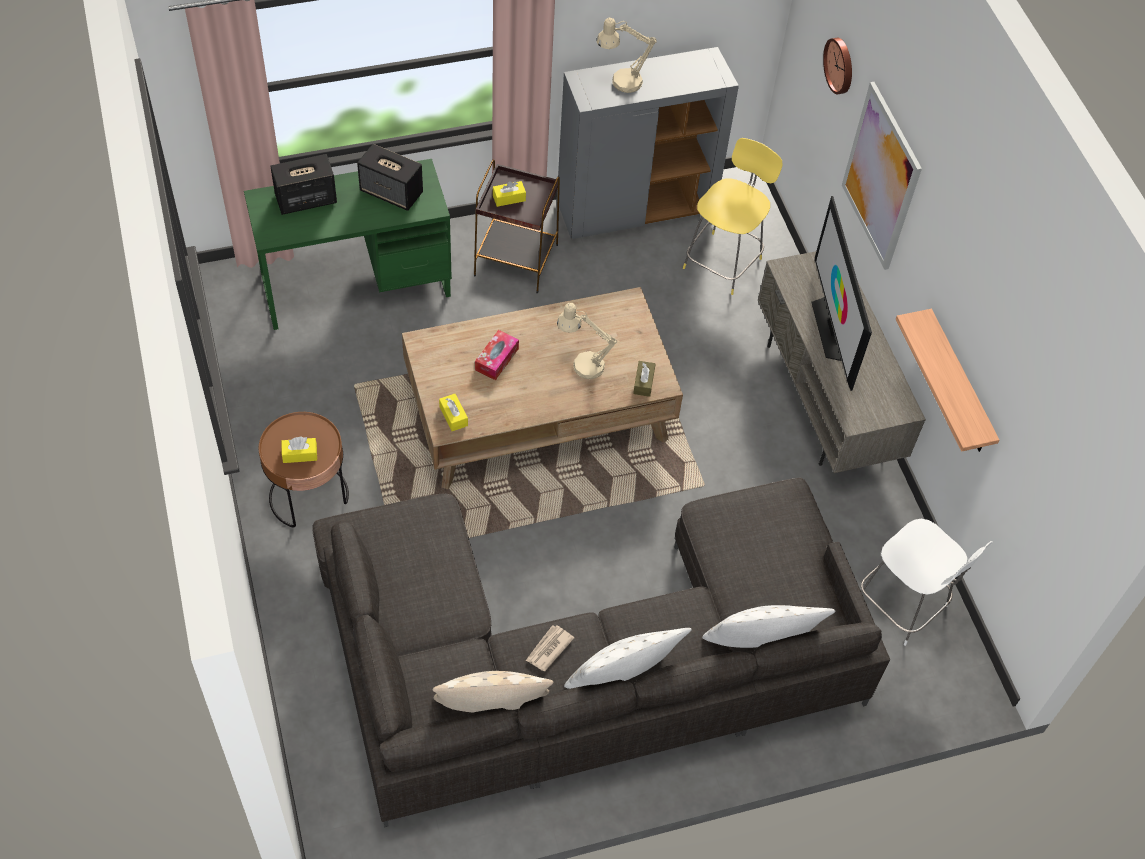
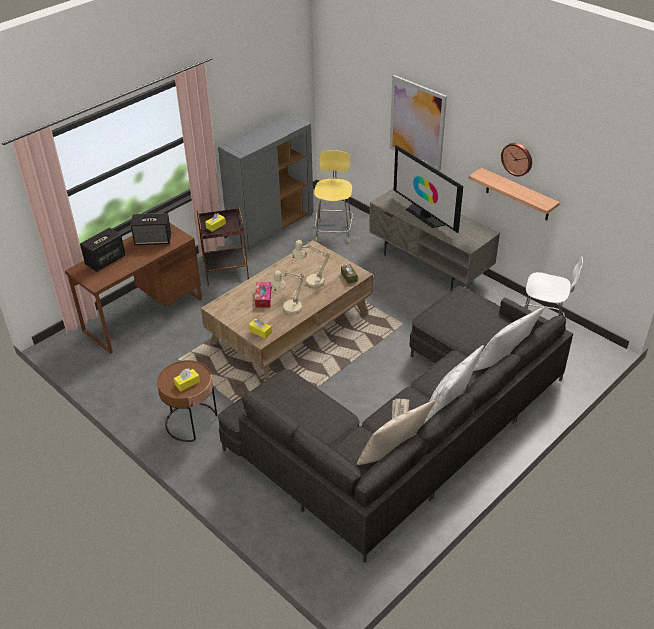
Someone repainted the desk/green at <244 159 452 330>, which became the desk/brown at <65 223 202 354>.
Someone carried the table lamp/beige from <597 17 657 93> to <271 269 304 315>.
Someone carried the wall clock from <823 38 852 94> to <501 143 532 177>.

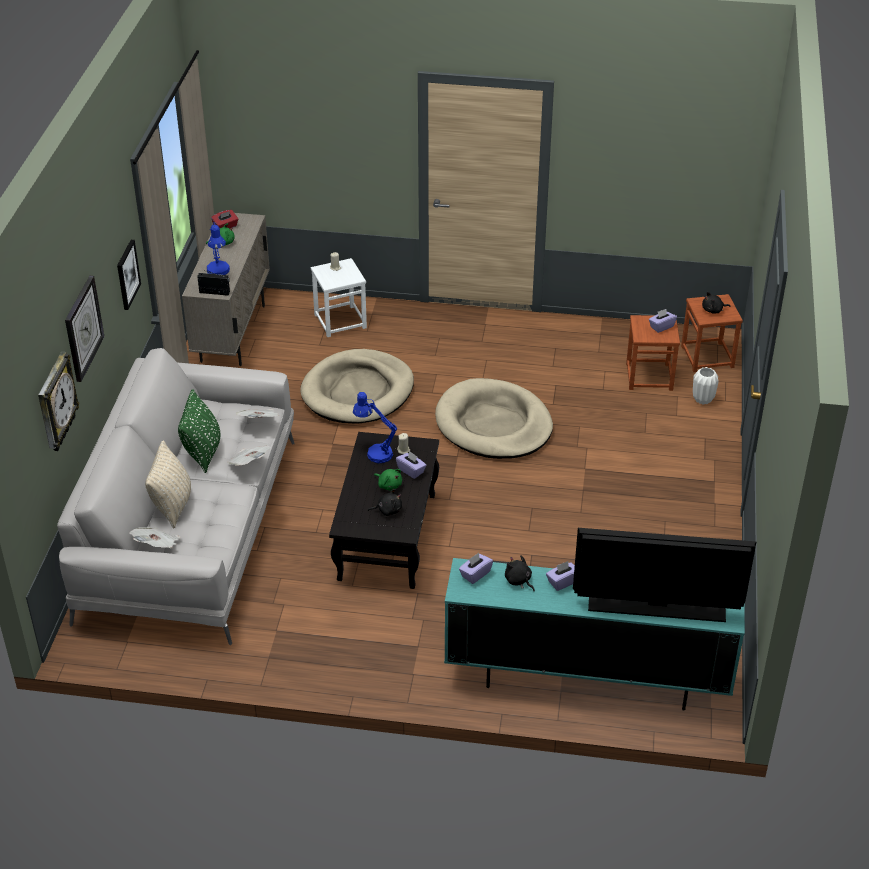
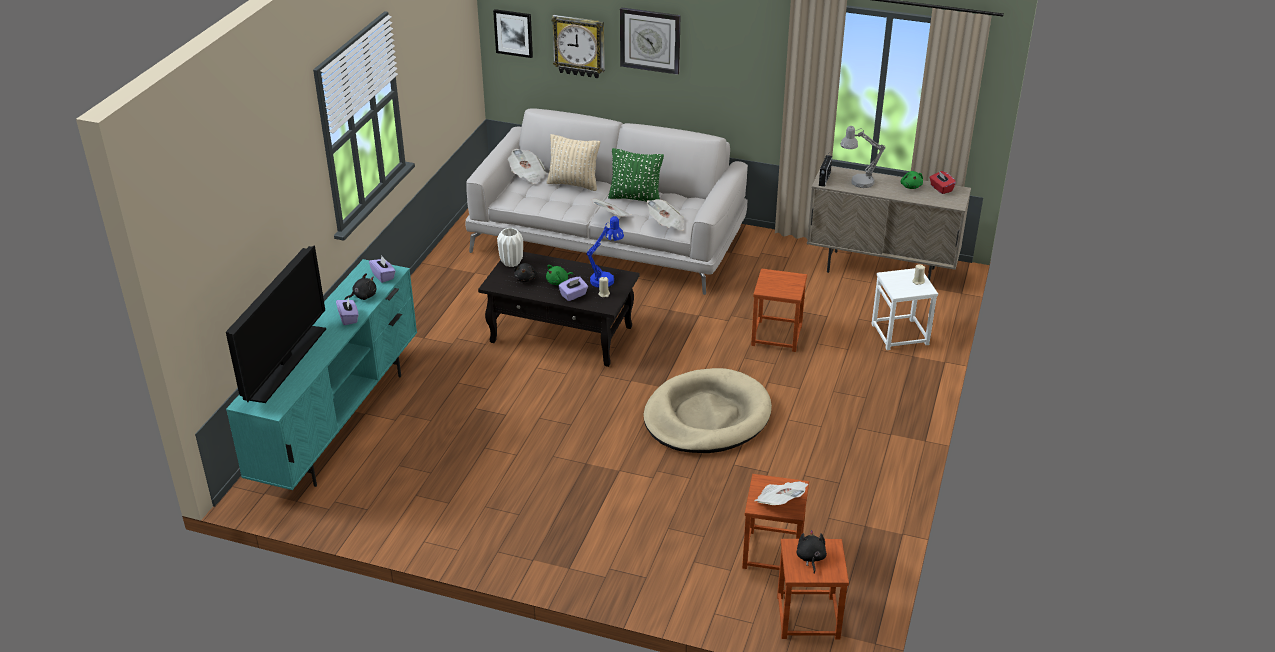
Someone carried the picture from <117 240 141 310> to <493 9 533 58>.
Someone carried the vase/white from <693 367 719 405> to <497 228 523 267>.
Someone swapped the dog bed/beige at <300 349 414 424> for the stool/brown at <751 268 807 352>.
Someone swapped the tissue box/purple at <649 309 677 333> for the newspaper at <754 481 808 505>.
Someone repainted the table lamp/blue at <207 222 230 275>, which became the table lamp/grey at <840 126 886 188>.

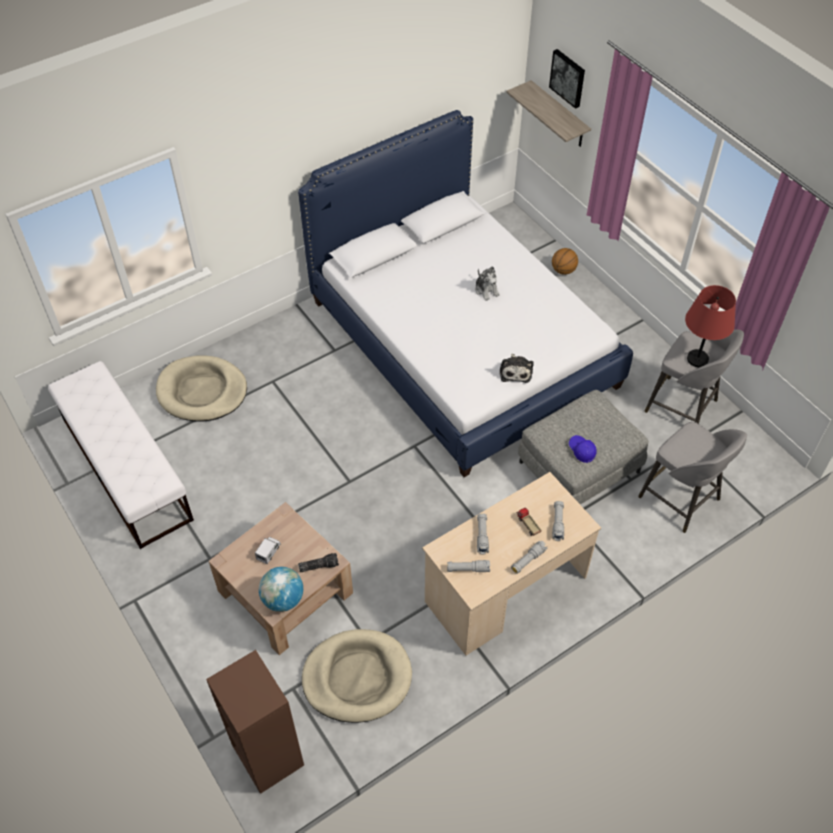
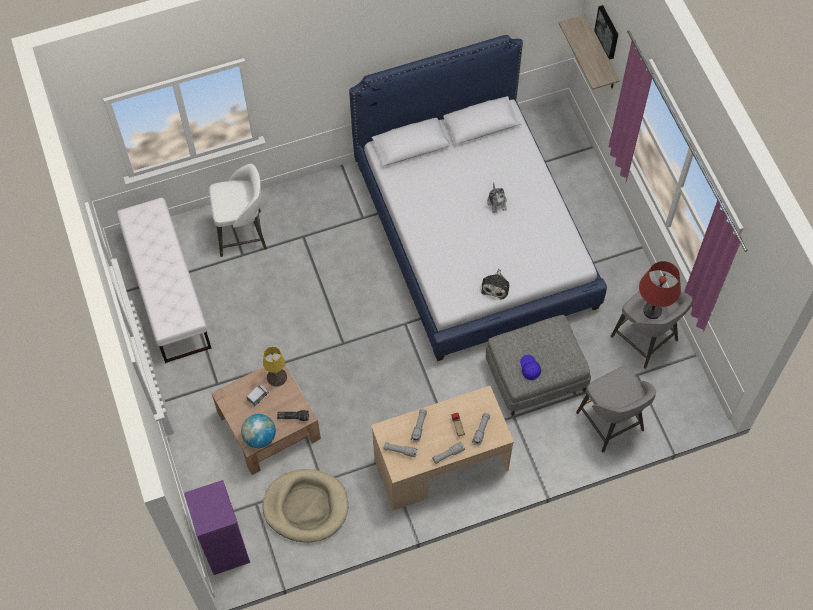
Someone repainted the bookcase/brown at <206 650 304 794>, which became the bookcase/purple at <184 480 250 575>.
Someone swapped the dog bed/beige at <156 355 247 422> for the stool/white at <209 164 267 257>.
Someone put down the table lamp/yellow at <263 347 287 387>.
Someone took away the basketball at <552 248 578 275>.

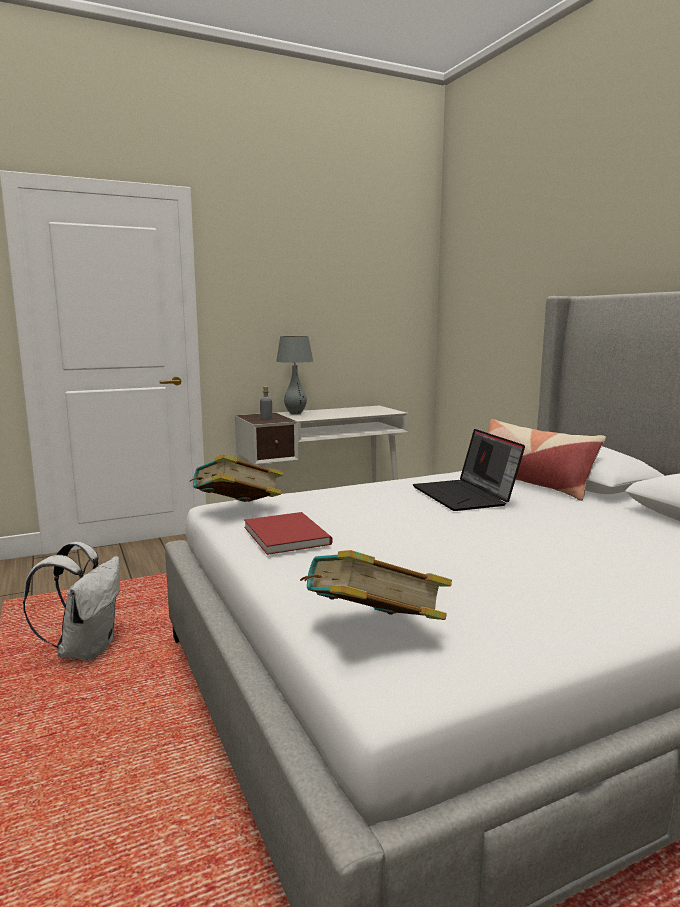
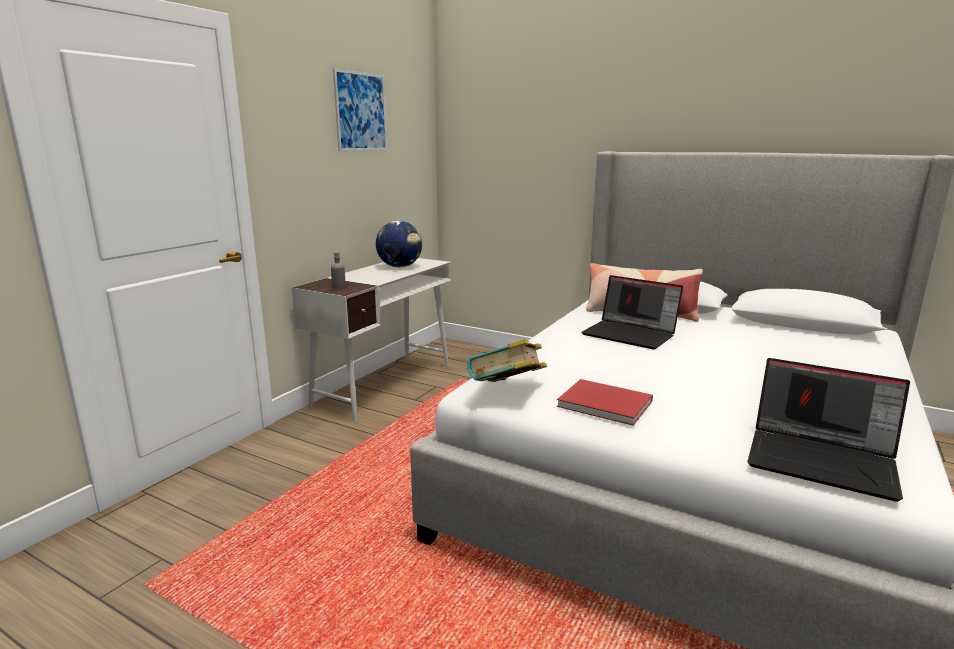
Someone put up the picture at <333 68 387 151>.
Someone put down the globe at <376 221 422 268>.
Someone swapped the book at <300 550 452 620> for the laptop at <748 358 910 502>.
Someone took away the backpack/white at <23 542 120 661>.
Someone took away the table lamp/grey at <276 336 313 415>.

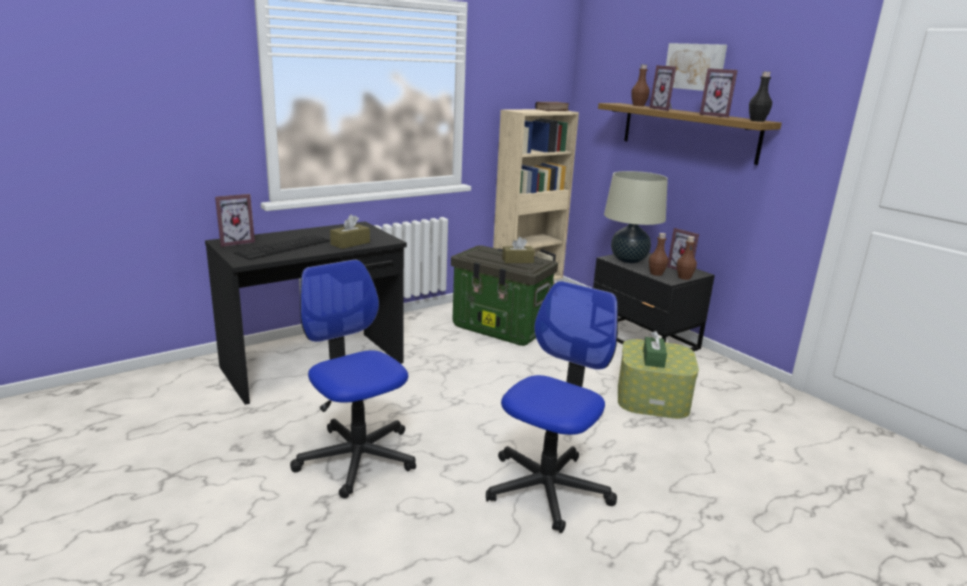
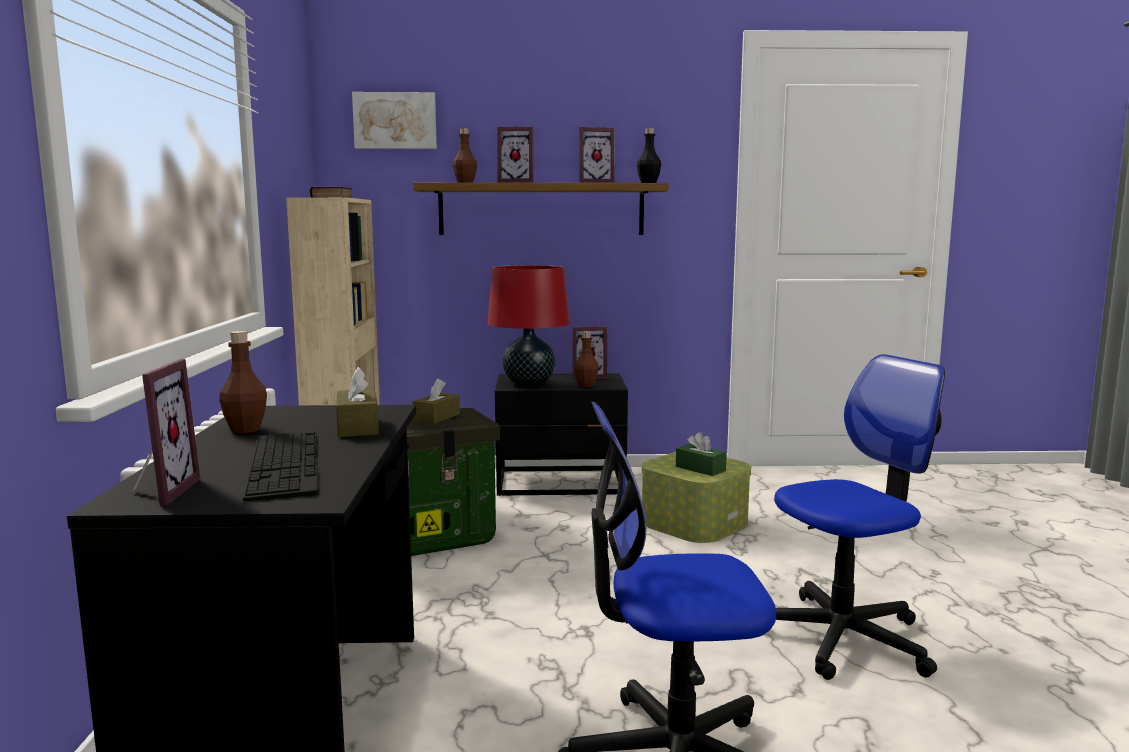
Someone carried the bottle/brown from <677 236 697 280> to <219 331 267 433>.
Someone carried the picture from <666 43 727 91> to <352 92 437 149>.
Someone repainted the table lamp/beige at <604 171 668 264>, which became the table lamp/red at <488 265 569 387>.
Someone rotated the office chair at <486 281 618 533> by 90 degrees clockwise.

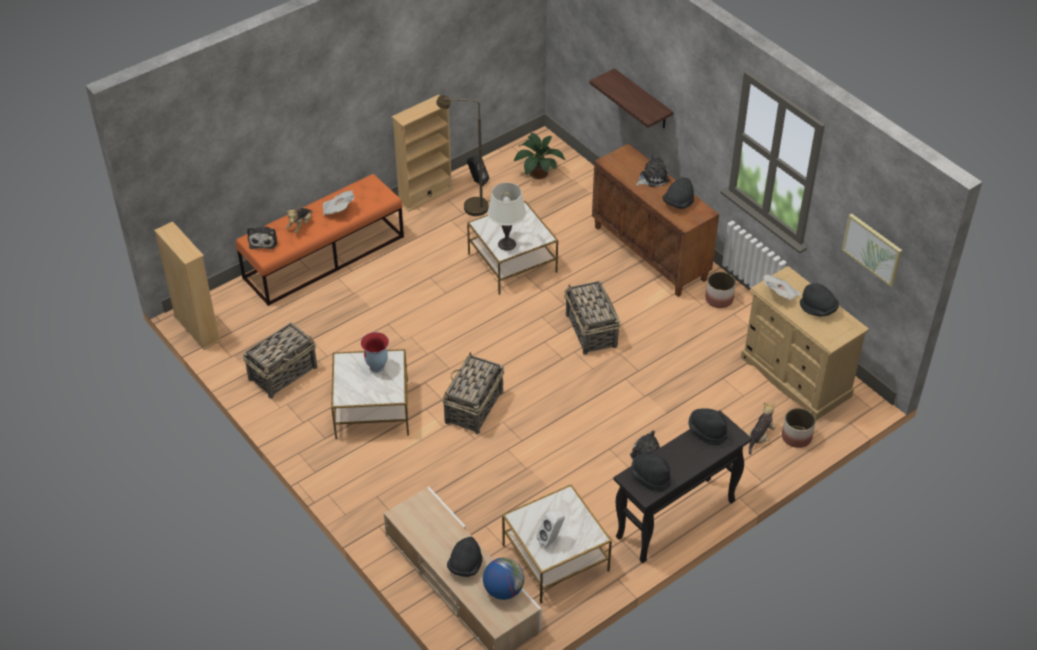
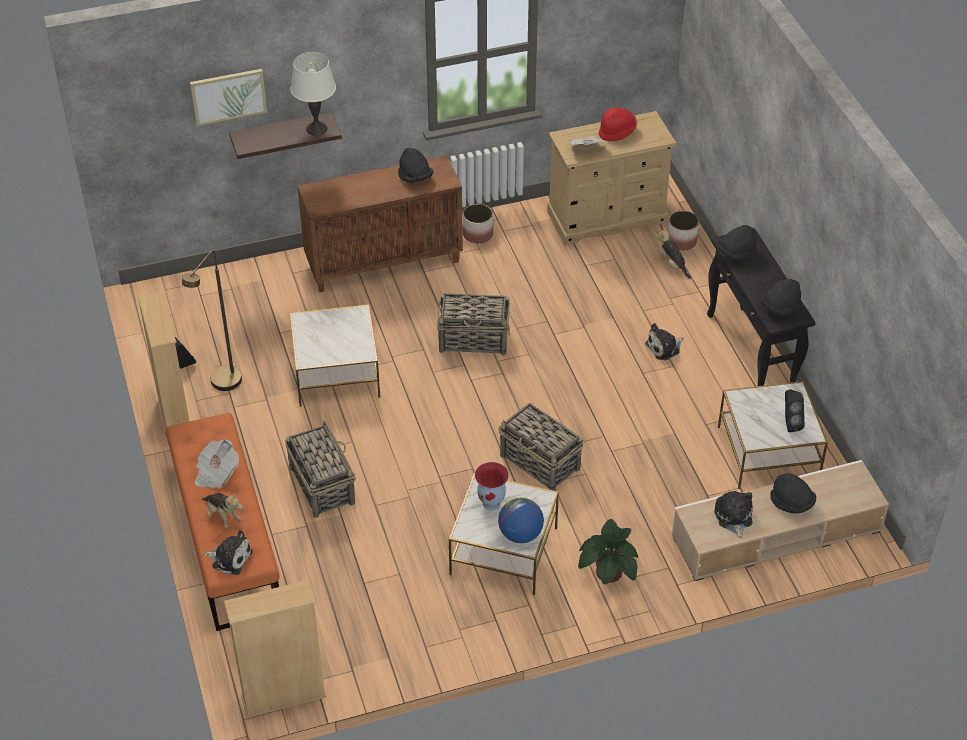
Someone carried the picture from <842 213 902 287> to <190 69 267 126>.
Someone carried the basket from <243 322 317 398> to <285 421 356 518>.
Someone carried the table lamp/white from <488 183 526 251> to <290 52 336 136>.
Someone carried the globe from <483 558 524 600> to <498 498 544 543>.
Someone carried the potted plant from <514 133 565 179> to <578 519 638 584>.
Someone repainted the hat/black at <800 283 839 317>, which became the hat/red at <599 107 637 141>.
Someone carried the plush toy from <635 154 670 187> to <714 491 753 539>.
Someone repainted the speaker/white at <536 511 565 548>, which became the speaker/black at <785 389 805 432>.

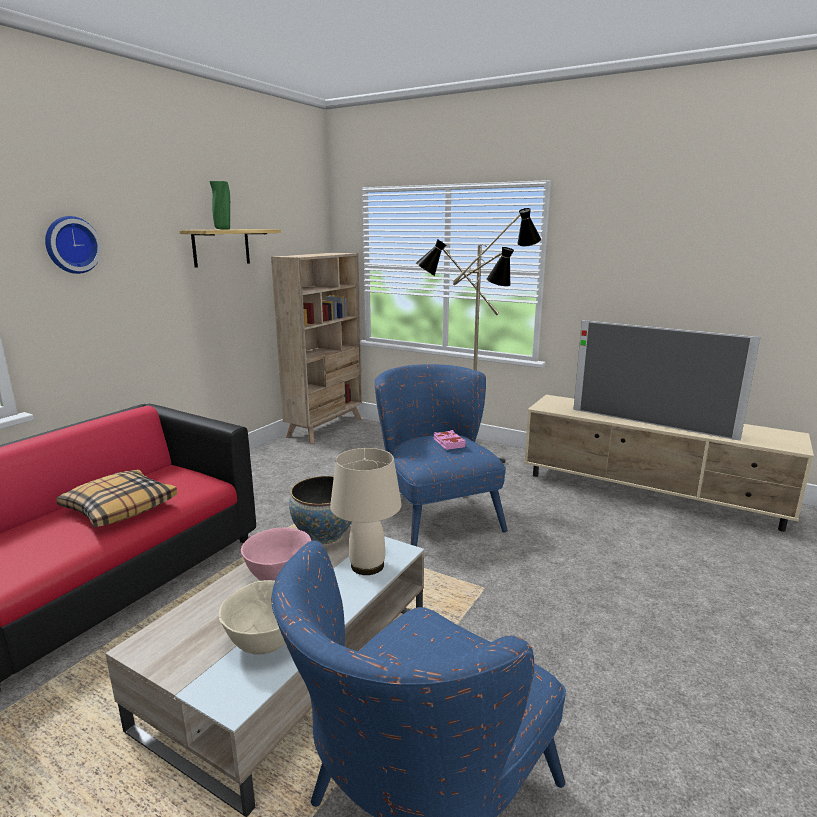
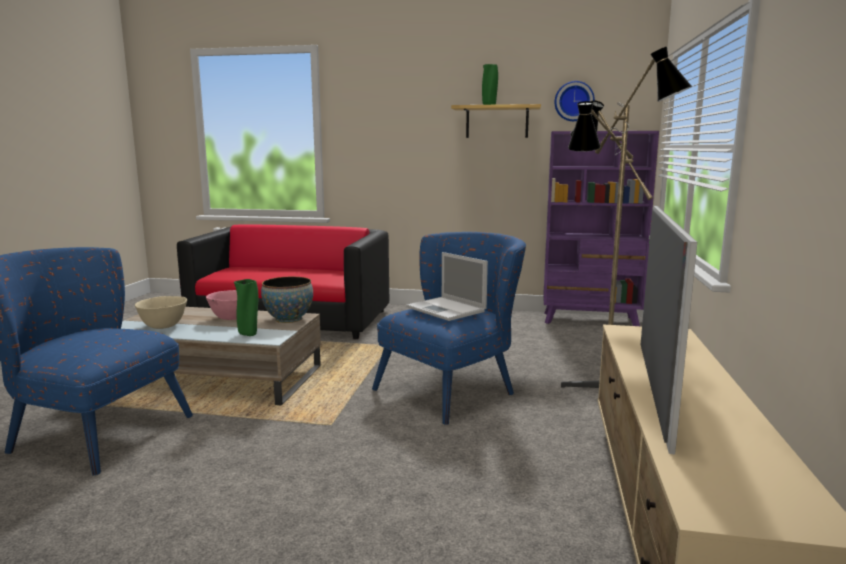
Someone swapped the table lamp/beige at <330 448 402 575> for the vase/green at <234 279 259 336>.
Someone swapped the book/pink at <434 430 466 450> for the laptop at <406 252 488 321>.
Someone repainted the bookcase/beige at <271 253 362 444>, which became the bookcase/purple at <543 131 659 326>.
Someone carried the wall clock from <45 216 102 274> to <554 81 595 121>.
Someone took away the pillow at <56 469 177 527>.

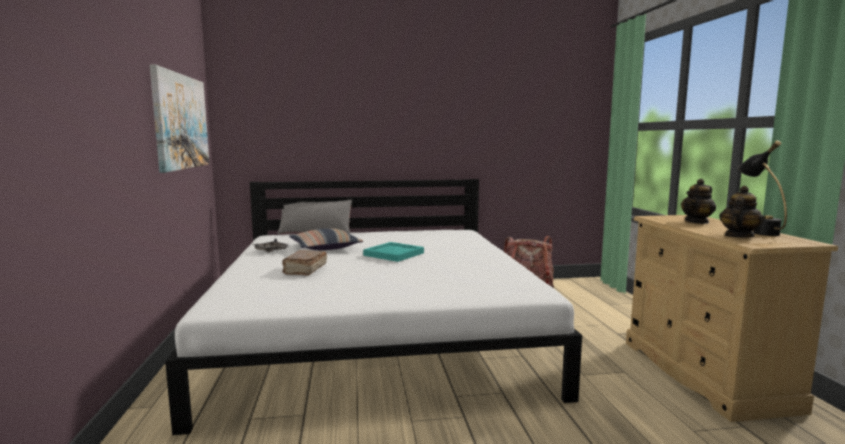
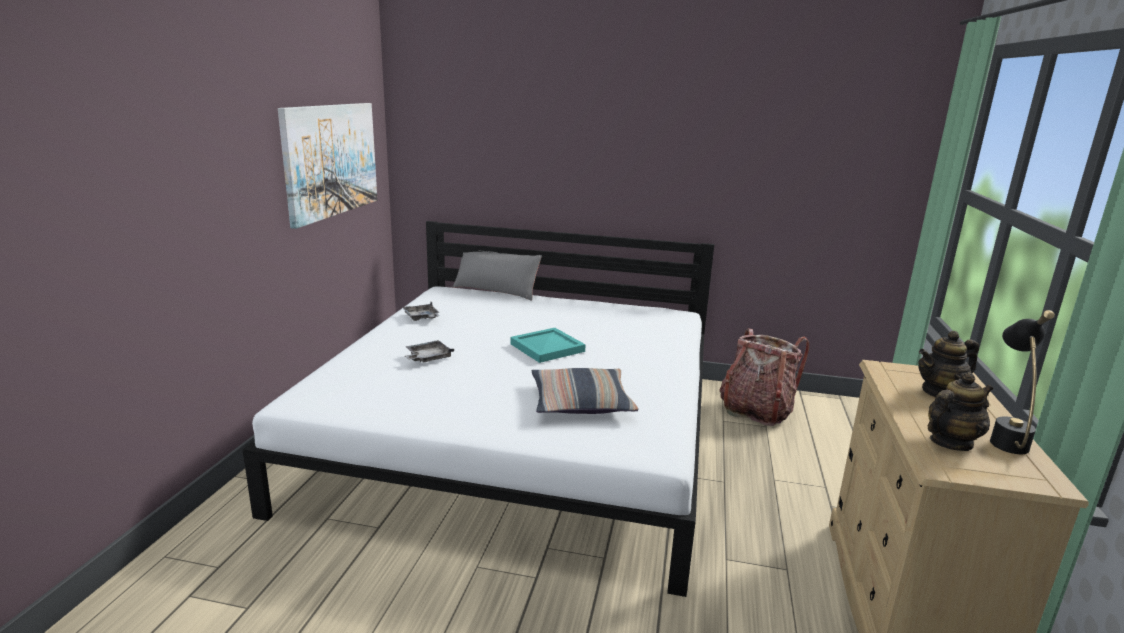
Someone swapped the book/brown at <282 250 327 276> for the tray/grey at <405 340 454 362>.
Someone carried the pillow from <289 228 363 250> to <532 368 638 414>.

